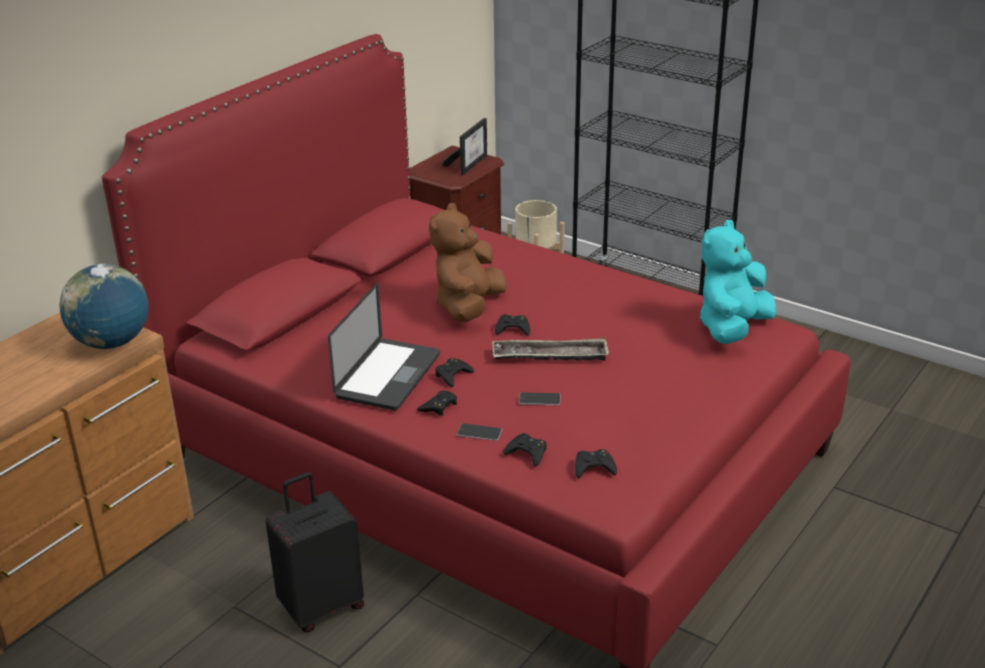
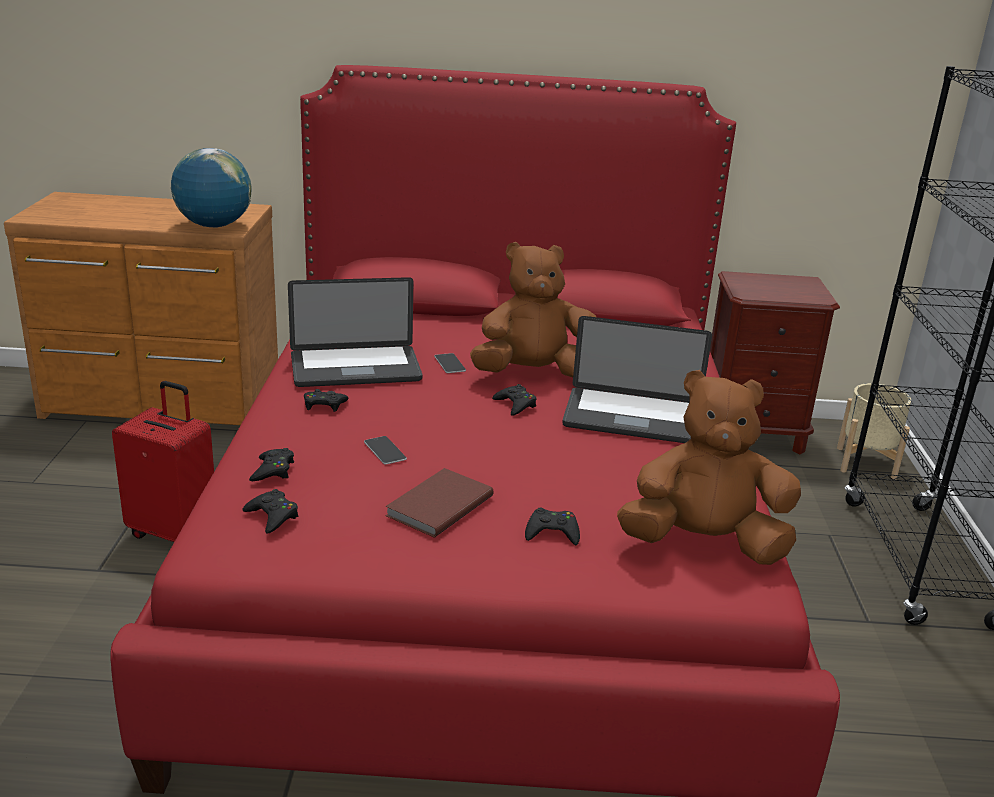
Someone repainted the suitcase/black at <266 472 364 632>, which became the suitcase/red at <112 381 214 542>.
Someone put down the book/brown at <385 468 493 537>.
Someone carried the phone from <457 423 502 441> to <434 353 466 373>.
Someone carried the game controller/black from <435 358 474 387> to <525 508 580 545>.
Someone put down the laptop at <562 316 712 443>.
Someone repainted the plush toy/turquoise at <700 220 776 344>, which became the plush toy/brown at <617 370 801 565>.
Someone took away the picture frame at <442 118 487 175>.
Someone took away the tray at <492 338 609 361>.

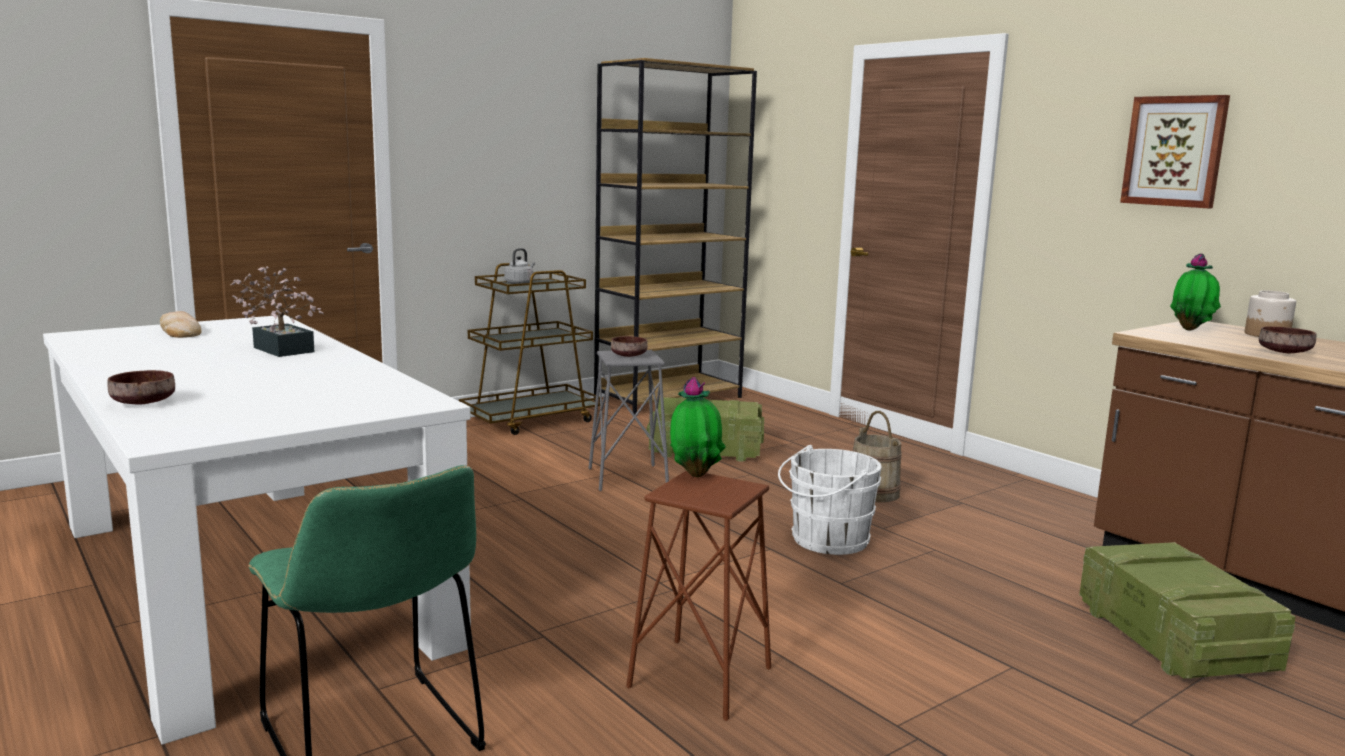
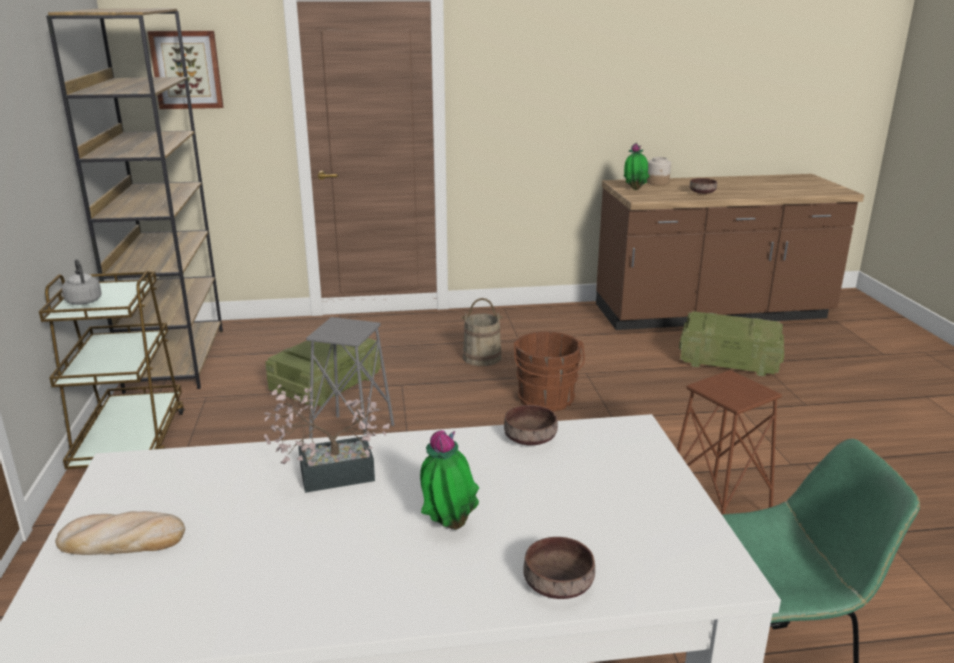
Someone carried the picture from <1120 95 1230 208> to <147 31 223 109>.
Someone carried the potted plant from <670 377 726 477> to <420 430 479 530>.
Someone carried the bowl/brown from <611 336 648 357> to <504 405 558 445>.
Someone repainted the bucket/white at <778 445 882 555>, which became the bucket/brown at <514 331 585 412>.

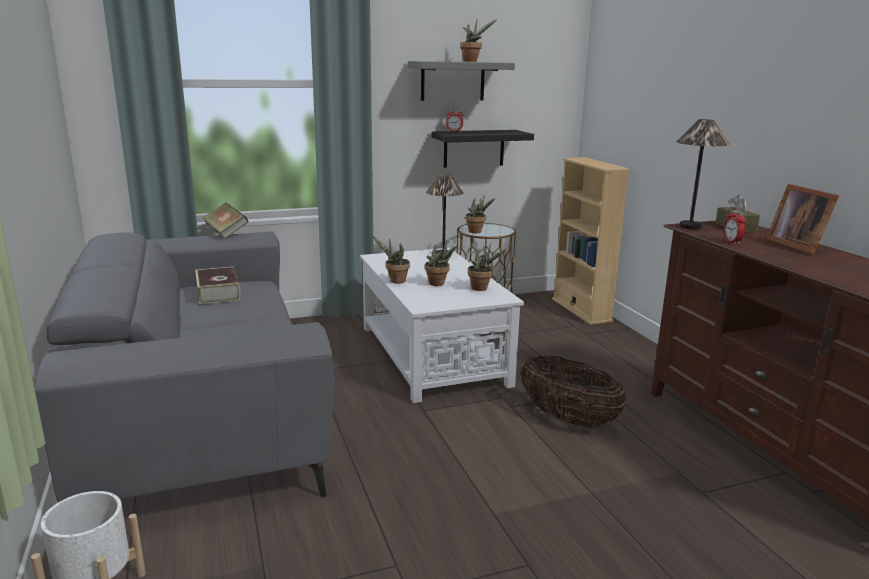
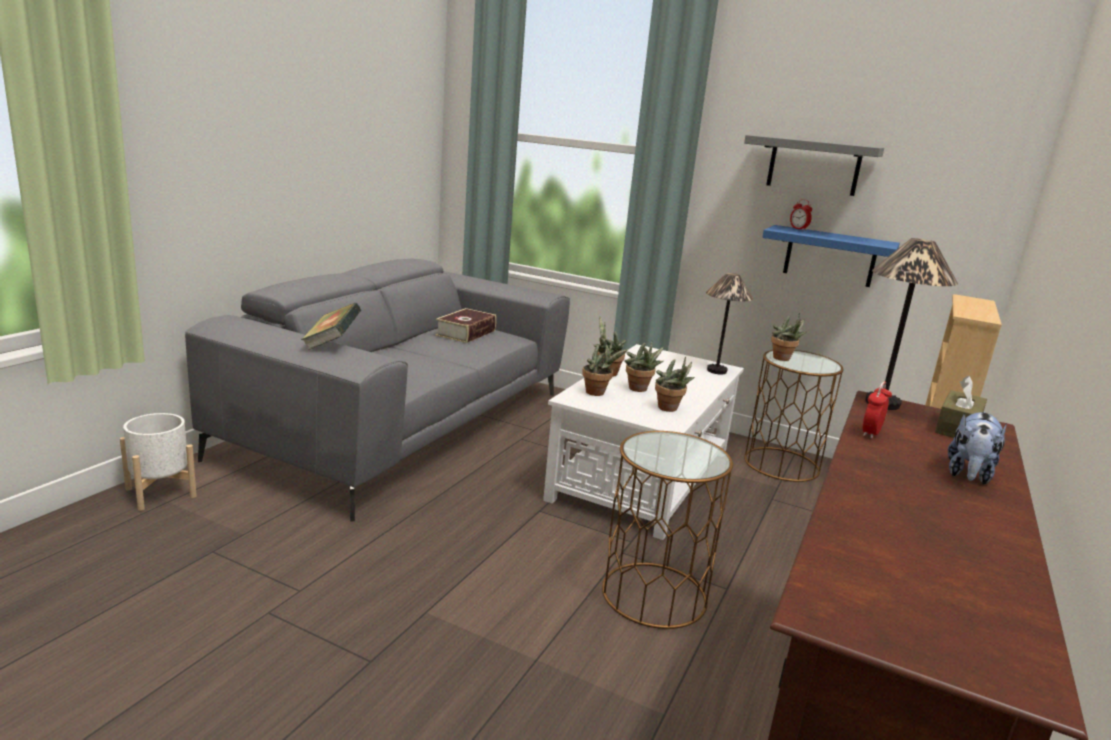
Someone carried the book from <202 203 249 239> to <301 303 361 350>.
Someone carried the potted plant from <460 19 497 62> to <582 342 628 396>.
Someone swapped the basket at <520 355 627 428> for the side table/brown at <602 431 733 629>.
Someone repainted the shelf/black at <432 130 534 168>, which became the shelf/blue at <762 225 900 287>.
Someone swapped the picture frame at <766 184 839 255> for the plush toy at <948 412 1007 484>.

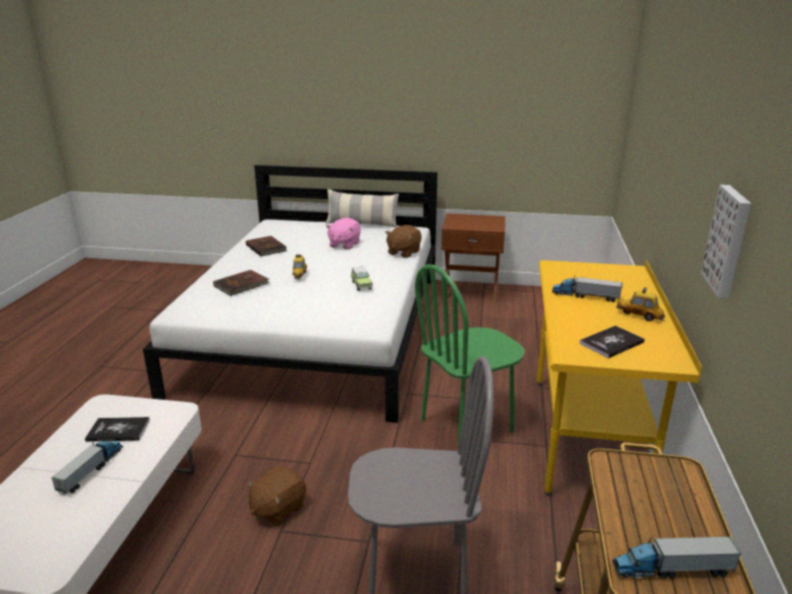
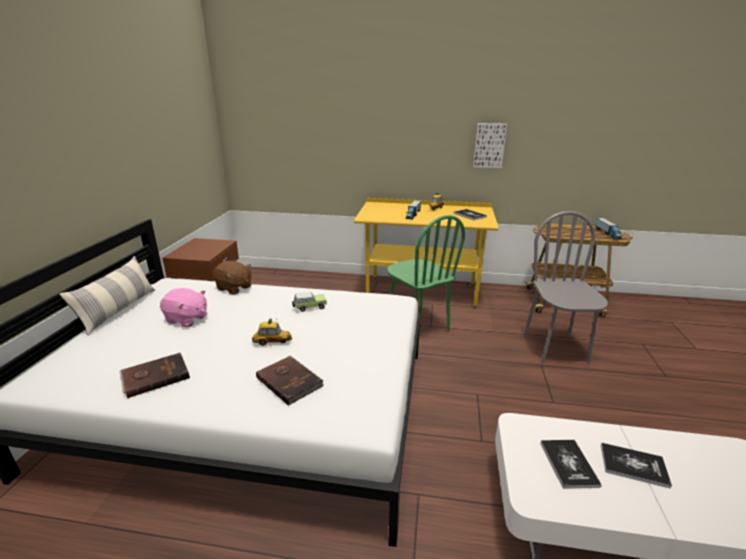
Someone swapped the toy truck at <51 441 123 495> for the book at <601 443 672 489>.
Someone took away the plush toy/brown at <248 467 306 526>.

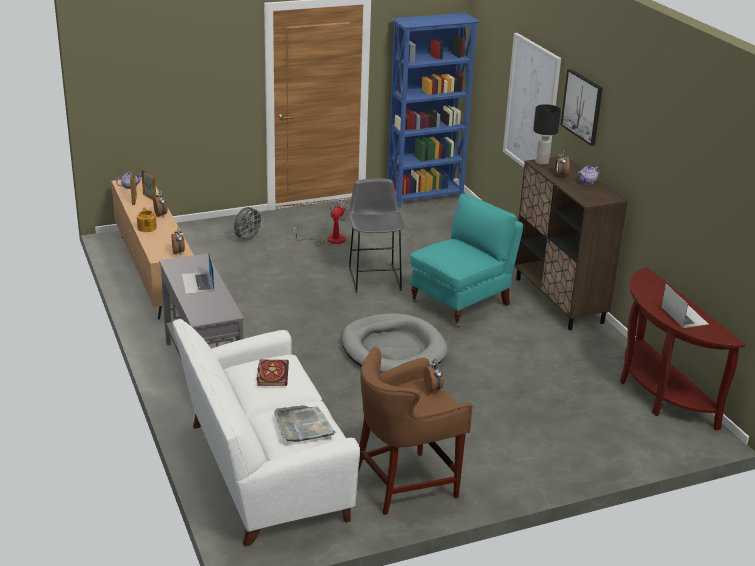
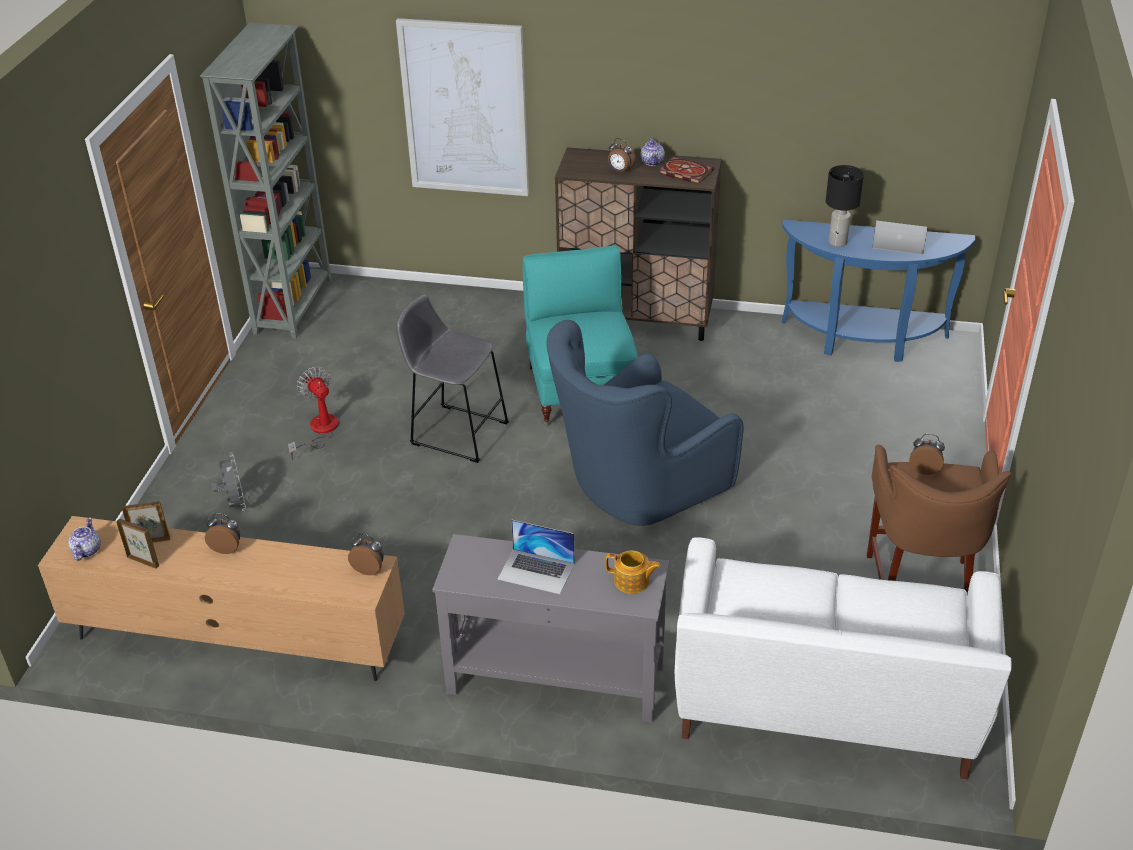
Someone repainted the bookcase/blue at <387 13 480 208>, which became the bookcase/grey at <200 23 332 339>.
Someone swapped the dog bed/grey at <342 314 447 373> for the armchair/blue at <547 320 744 526>.
Someone carried the teapot from <137 207 157 232> to <606 551 661 594>.
Someone carried the book from <257 360 289 386> to <659 157 714 184>.
Someone repainted the console table/brown at <620 267 745 431>, which became the console table/blue at <782 220 975 362>.
Someone carried the table lamp/black from <533 104 561 165> to <826 165 864 247>.
Someone took away the tray/grey at <274 405 336 442>.
Someone took away the picture at <561 69 603 146>.

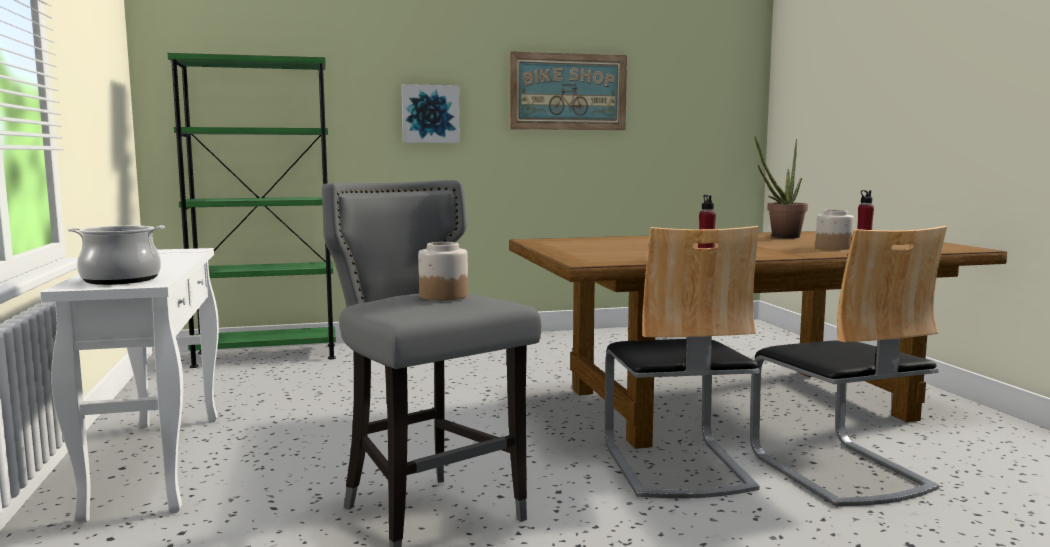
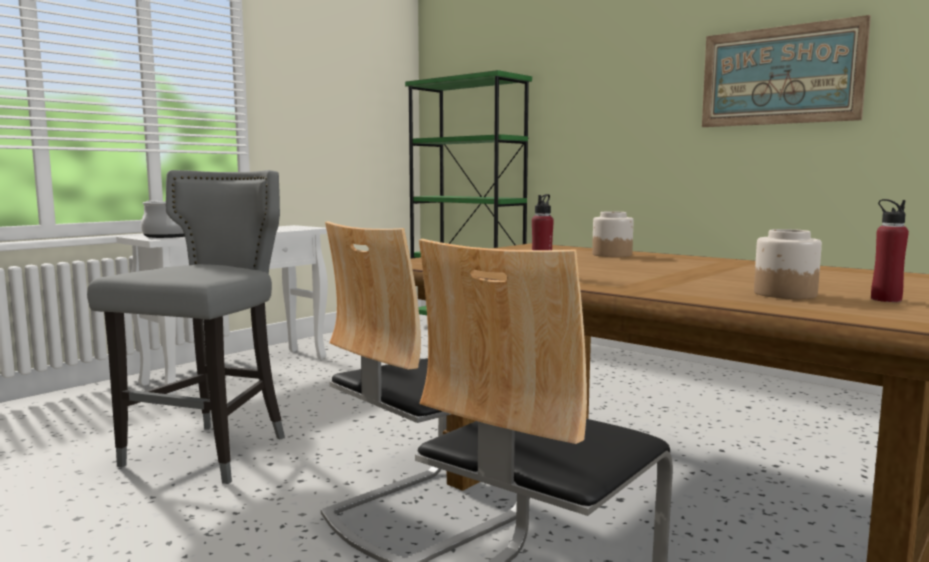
Someone carried the jar from <418 242 468 300> to <592 211 633 257>.
Someone took away the picture at <401 84 460 143>.
Someone took away the potted plant at <755 136 808 238>.

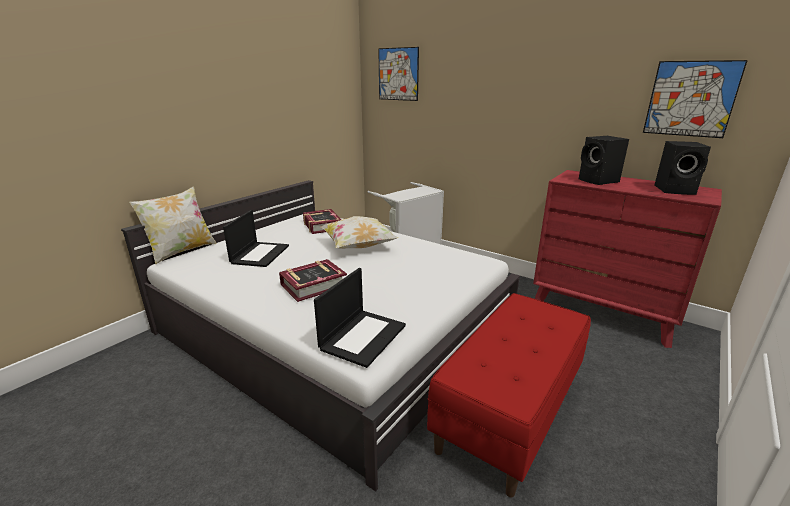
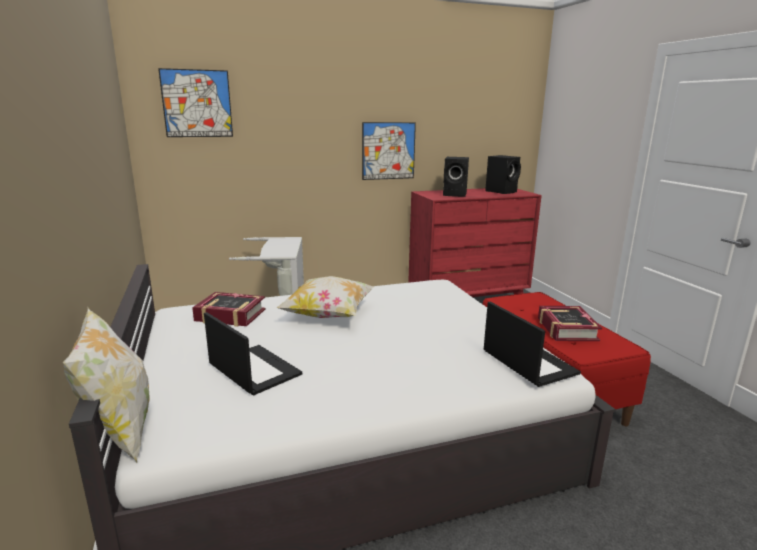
Someone carried the picture from <643 60 748 138> to <362 122 416 180>.
Someone carried the book from <279 259 347 302> to <538 306 602 341>.

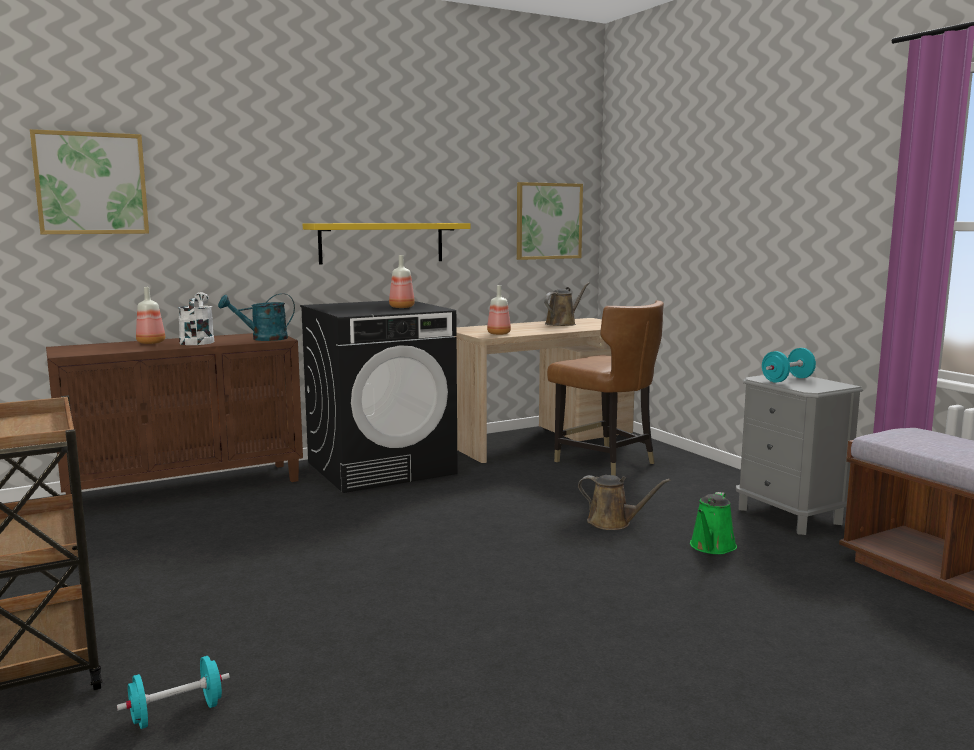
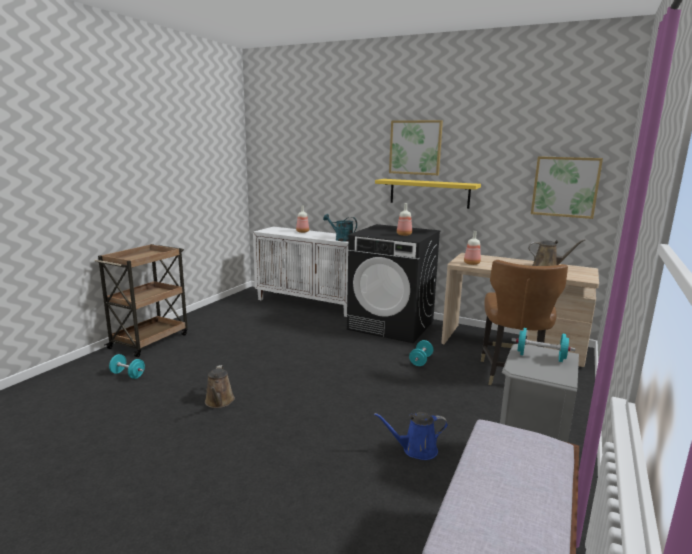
Someone carried the watering can/brown from <578 475 671 530> to <205 365 235 408>.
Someone repainted the cabinet/brown at <46 333 303 495>, which became the cabinet/white at <253 227 348 317>.
Someone repainted the watering can/green at <690 492 737 554>, which became the watering can/blue at <374 412 448 460>.
Someone carried the picture from <30 129 149 234> to <389 120 443 175>.
Someone put down the dumbbell/turquoise at <409 340 433 366>.
Someone took away the watering can/white at <178 292 214 345>.

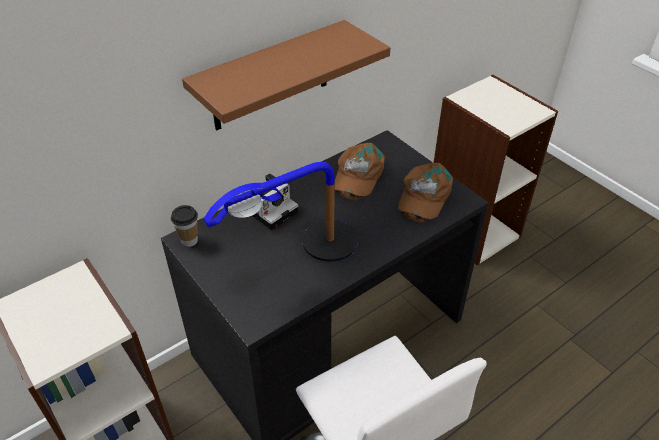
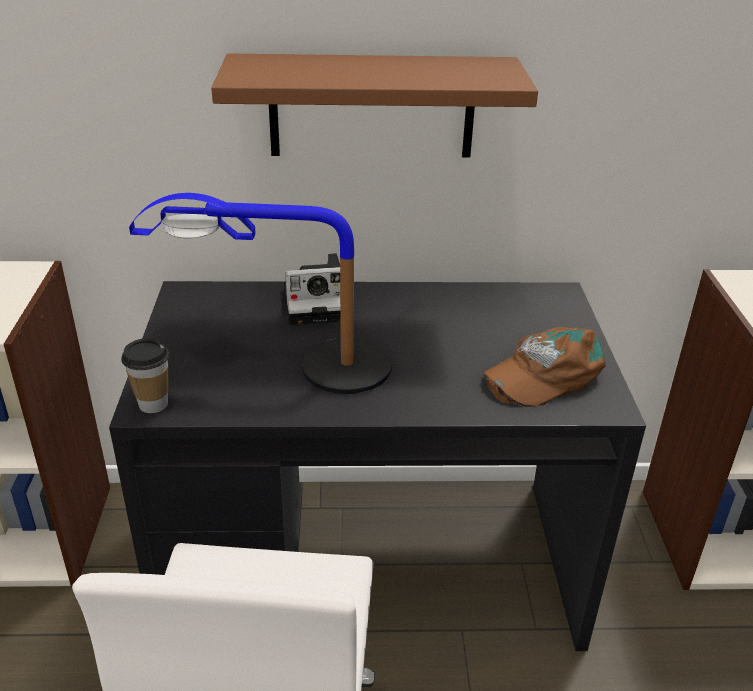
Someone carried the cup from <171 205 198 247> to <121 338 169 413>.
Someone took away the cap/brown at <335 143 385 200>.

